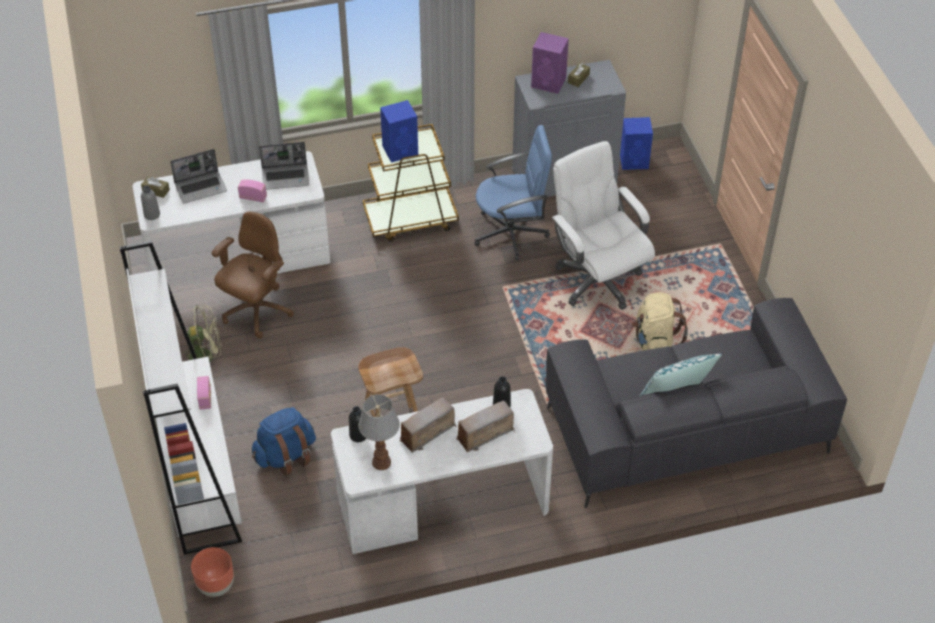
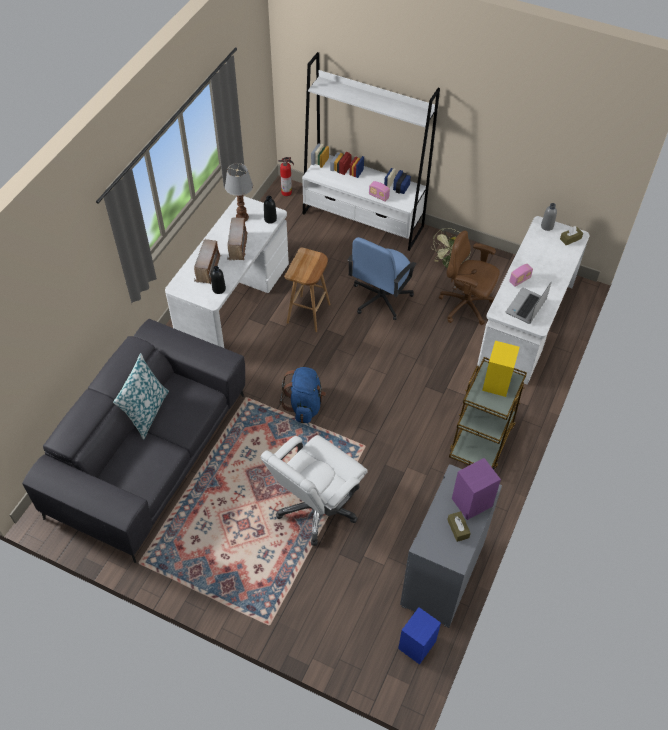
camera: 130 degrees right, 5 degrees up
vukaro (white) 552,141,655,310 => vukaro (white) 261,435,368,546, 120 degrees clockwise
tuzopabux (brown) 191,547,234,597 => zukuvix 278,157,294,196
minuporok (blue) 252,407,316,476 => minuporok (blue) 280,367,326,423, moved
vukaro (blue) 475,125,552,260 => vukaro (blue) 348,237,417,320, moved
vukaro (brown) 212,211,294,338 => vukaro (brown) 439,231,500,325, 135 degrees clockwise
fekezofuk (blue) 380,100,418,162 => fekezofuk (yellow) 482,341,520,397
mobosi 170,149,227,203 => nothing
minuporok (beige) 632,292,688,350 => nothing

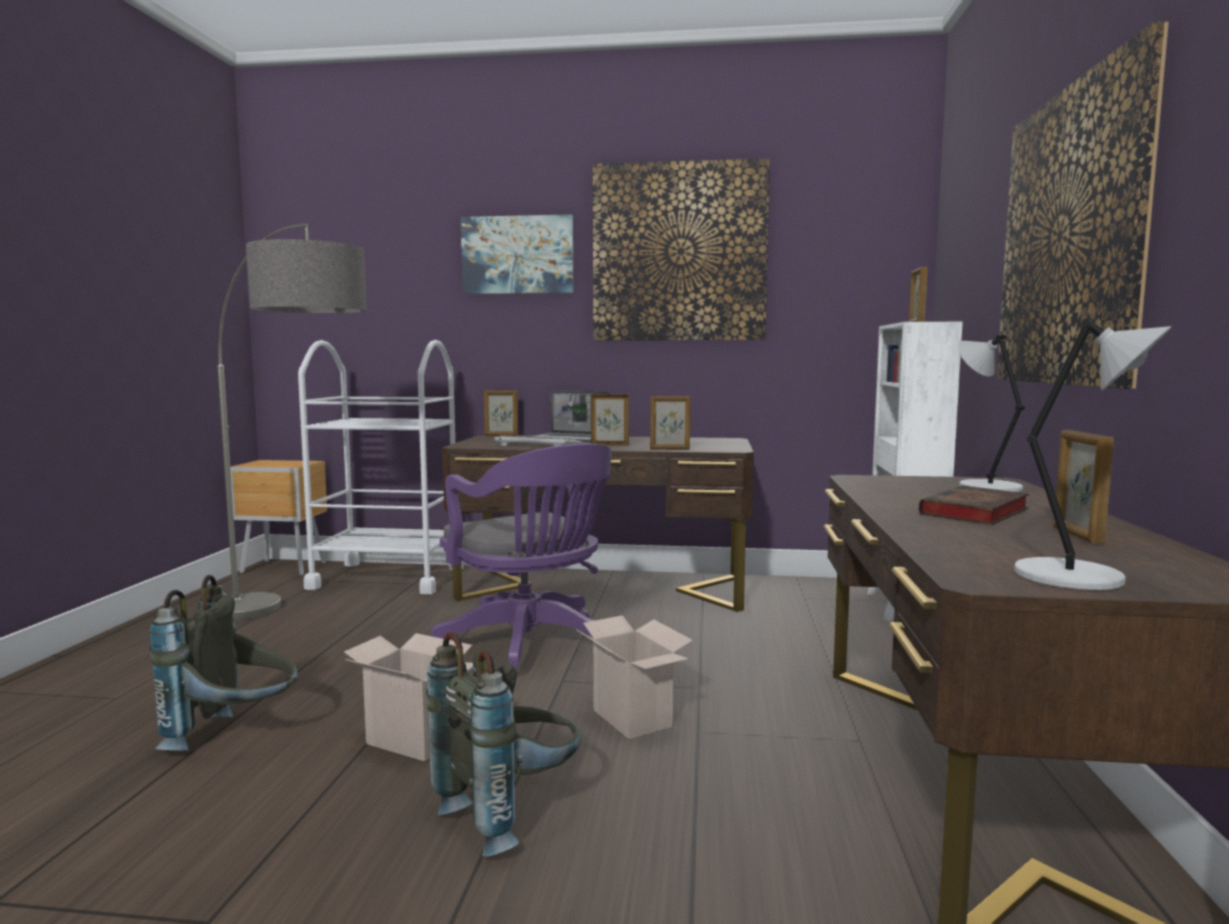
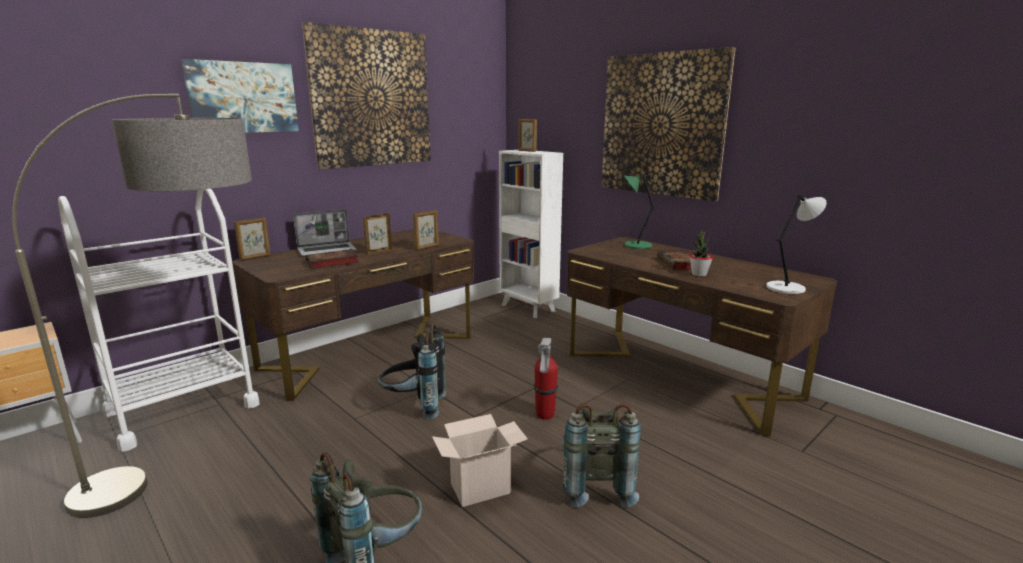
camera: 50 degrees left, 10 degrees up
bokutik 494,435,583,446 => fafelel 306,249,359,269
vukaro (purple) 431,444,612,668 => minuporok (black) 378,323,446,419
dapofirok 576,615,693,739 => zukuvix 534,338,558,420
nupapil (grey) 958,335,1025,492 => nupapil (green) 624,173,654,249
nothing => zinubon 689,230,713,277
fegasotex 1053,430,1114,544 => nothing

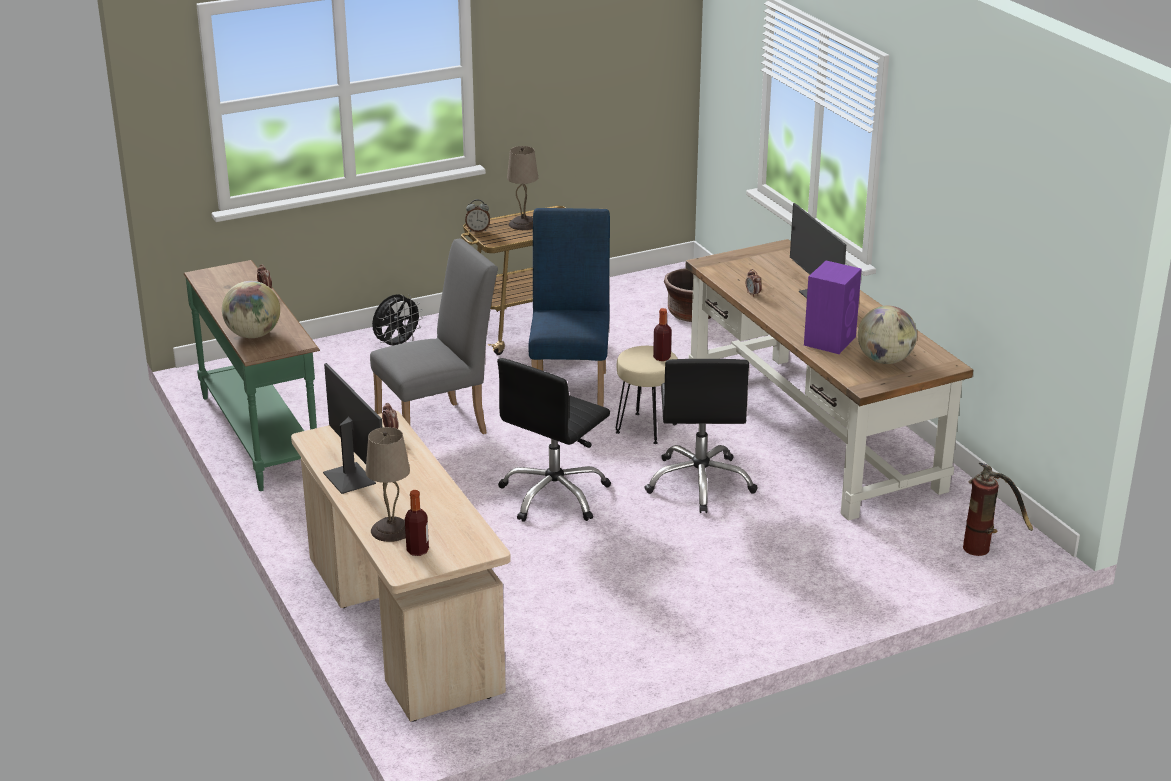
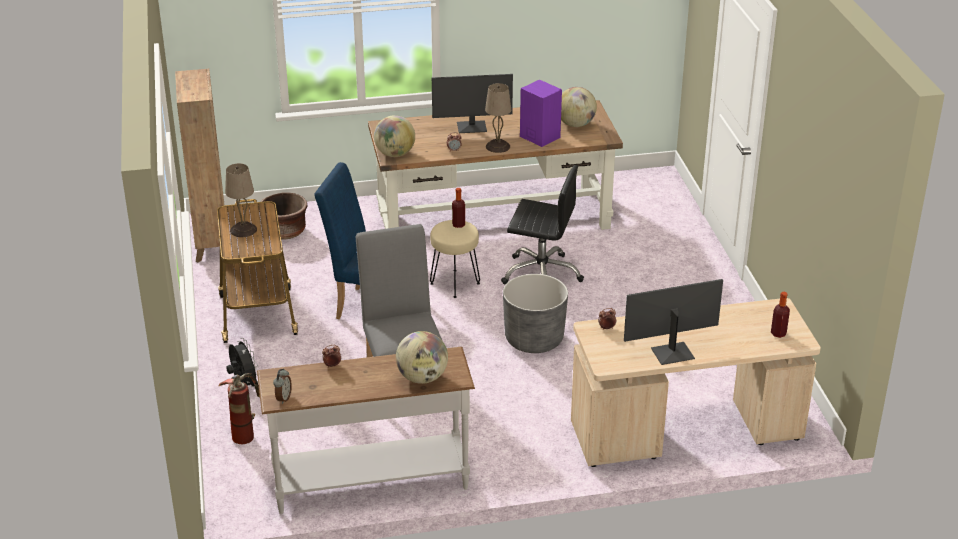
camera: 75 degrees left, 5 degrees up
nothing => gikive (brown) 175,69,225,263
zukuvix 963,463,1033,556 => zukuvix 219,373,260,444, moved
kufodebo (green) 184,260,320,491 => kufodebo (white) 257,347,475,514
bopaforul 465,199,490,232 => bopaforul 273,369,292,404, moved
nothing => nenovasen 374,115,415,157
nupapil (beige) 366,427,410,542 => nupapil (beige) 485,83,511,153, moved
vukaro (black) 497,358,611,522 => tuzopabux (grey) 503,274,568,353

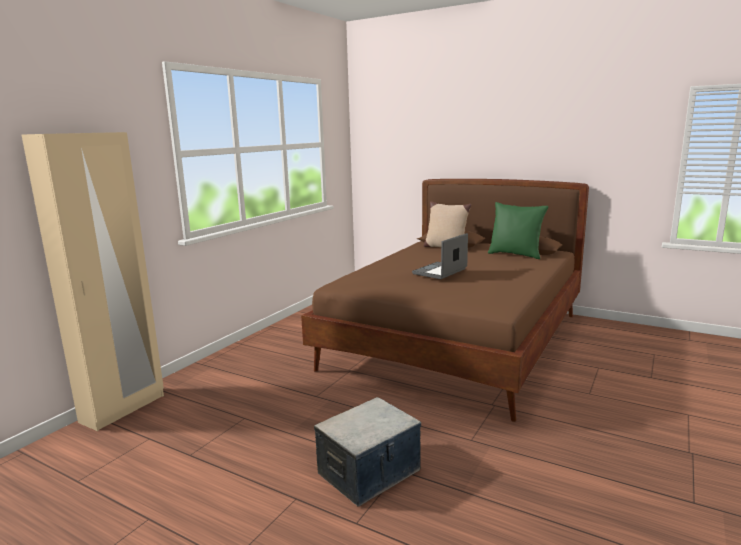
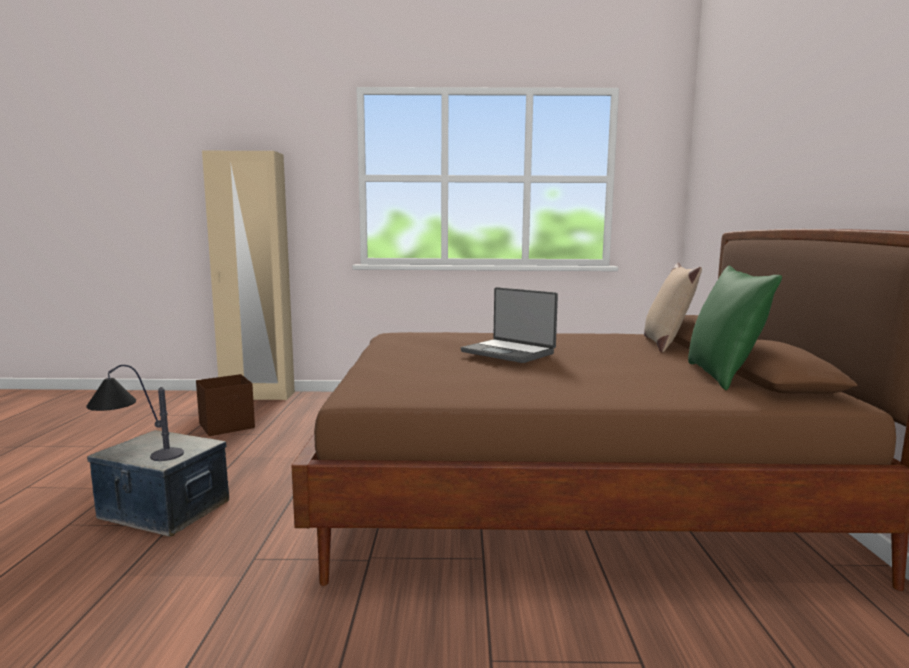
camera: 60 degrees right, 5 degrees down
nothing => nupapil 86,365,184,461
nothing => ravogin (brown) 196,374,255,436
mobosi 412,233,468,279 => mobosi 461,287,558,363, 150 degrees counterclockwise

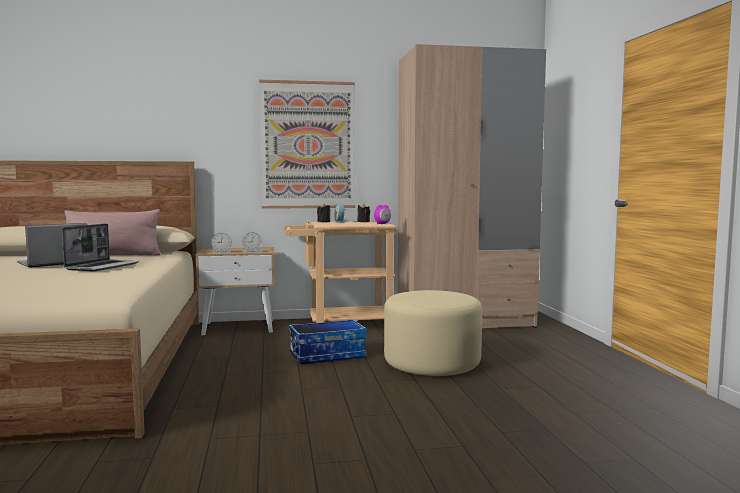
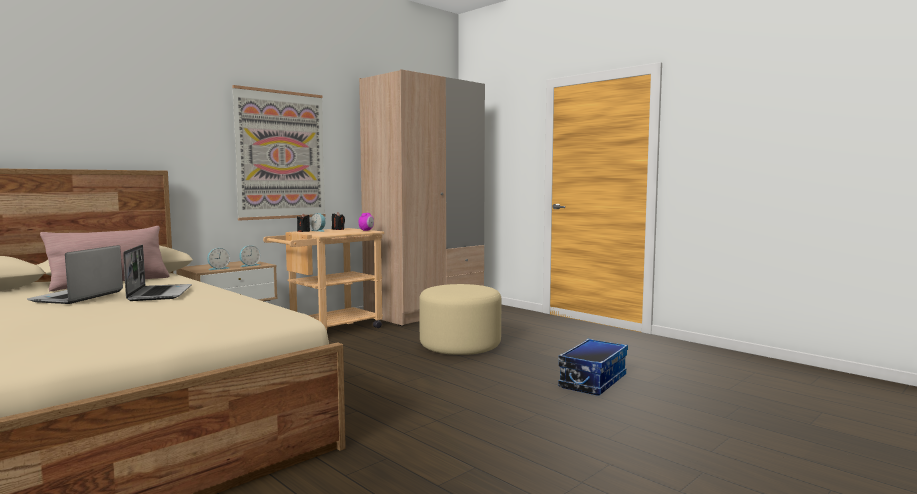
camera: 35 degrees left, 0 degrees up
ravogin 289,319,367,364 => ravogin 558,339,628,396, moved

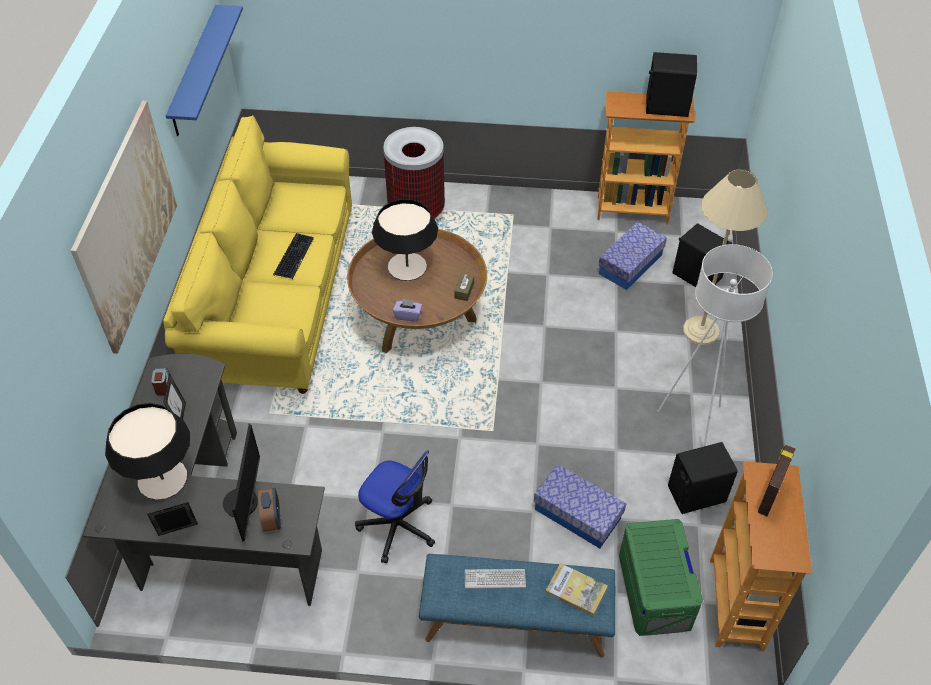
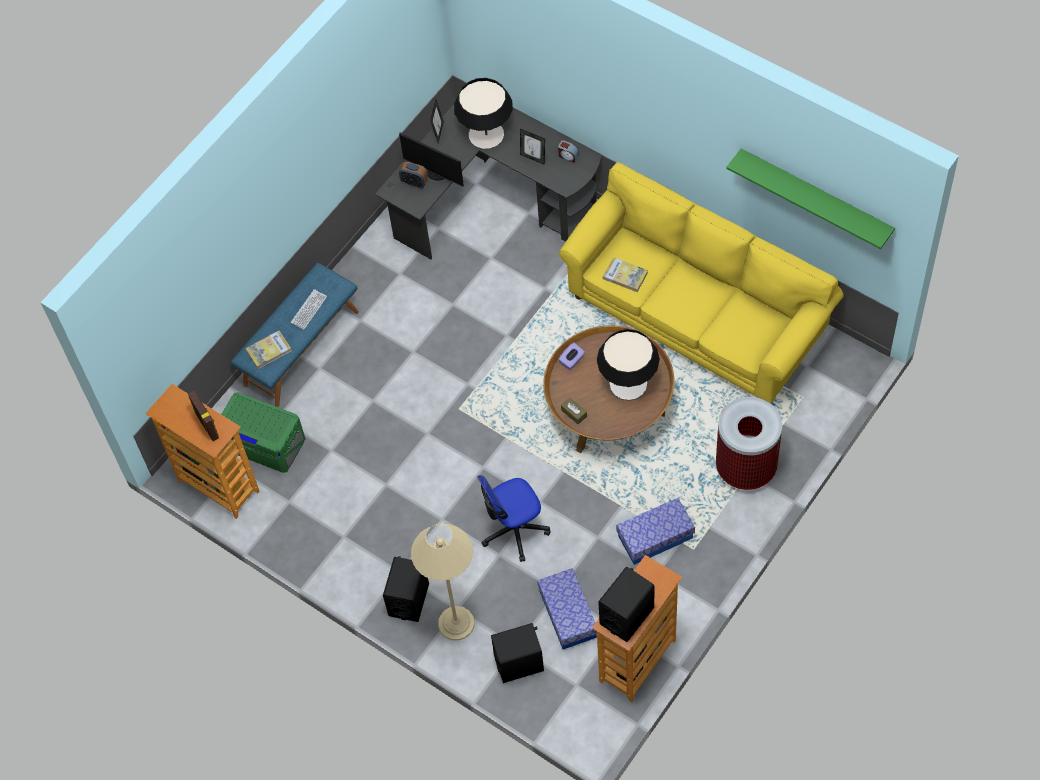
camera: 125 degrees right, 10 degrees up
fekezofuk (black) 668,442,738,514 => fekezofuk (black) 383,556,429,622, moved
vukaro 355,450,435,564 => vukaro 478,475,551,562, moved
nothing => fafelel 603,257,648,292
ravogin 534,464,626,548 => ravogin 616,498,695,565, moved
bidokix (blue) 166,5,243,136 => bidokix (green) 726,148,895,249
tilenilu 71,101,177,354 => nothing
bokutik 273,233,314,279 => nothing
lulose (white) 658,244,773,447 => nothing

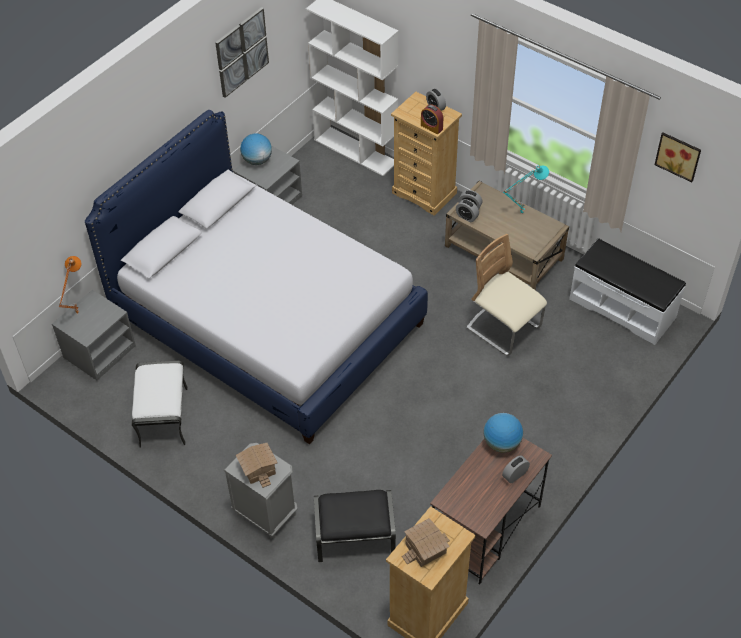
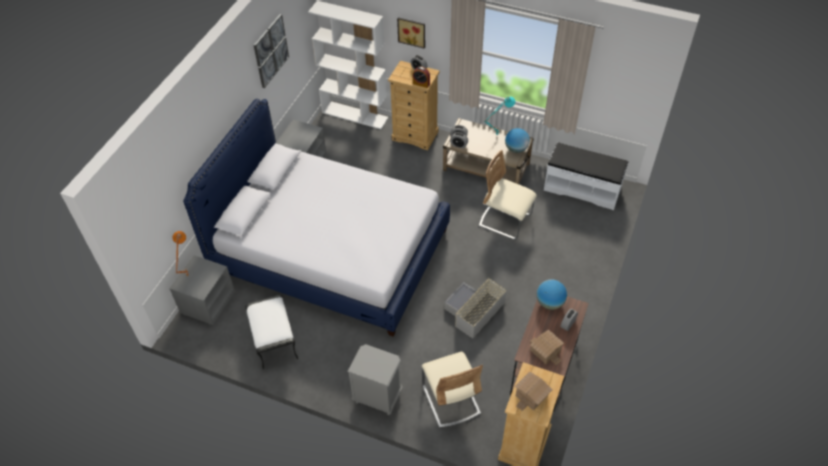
camera: 15 degrees left, 0 degrees up
tilenilu 655,133,701,182 => tilenilu 397,17,425,49, moved
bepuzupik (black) 314,490,396,563 => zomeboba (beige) 422,352,483,428
nothing => ravogin (grey) 444,278,507,338
nenovasen 240,133,272,165 => nenovasen 505,128,530,153, moved
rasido 236,443,278,488 => rasido 530,330,564,365, moved

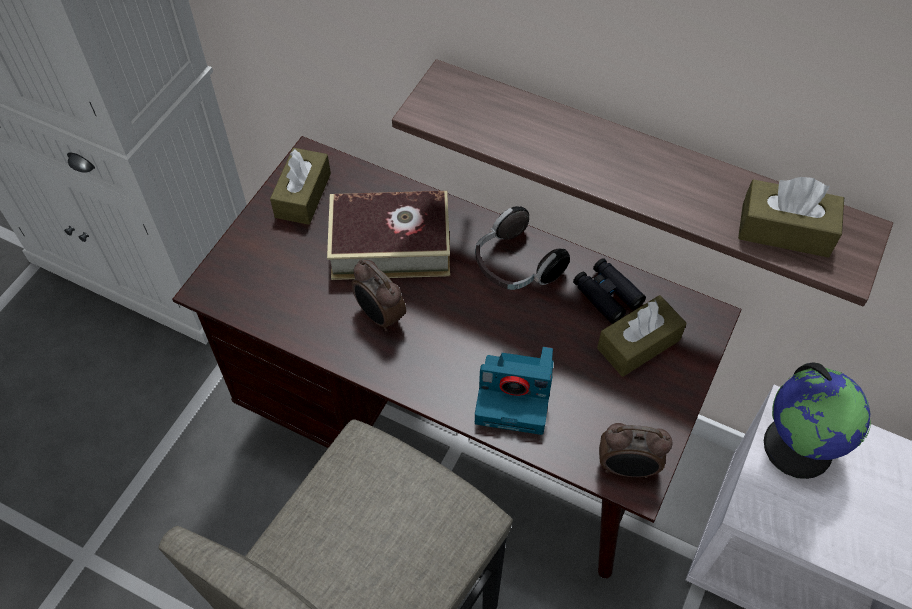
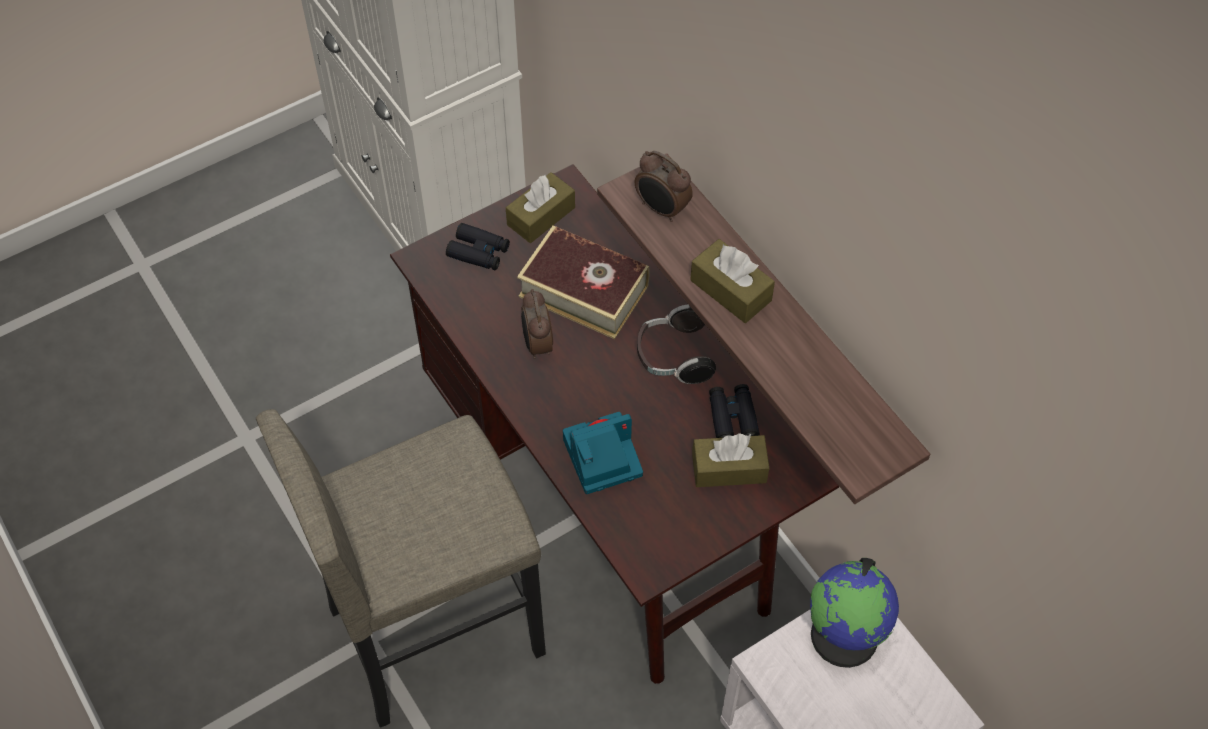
camera: 30 degrees right, 0 degrees up
nothing => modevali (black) 446,223,510,270
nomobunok 475,347,553,435 => nomobunok 563,412,643,494, 120 degrees clockwise
bopaforul 599,423,672,478 => bopaforul 635,151,693,222, moved
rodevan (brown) 738,177,844,258 => rodevan (brown) 690,239,775,323, moved

